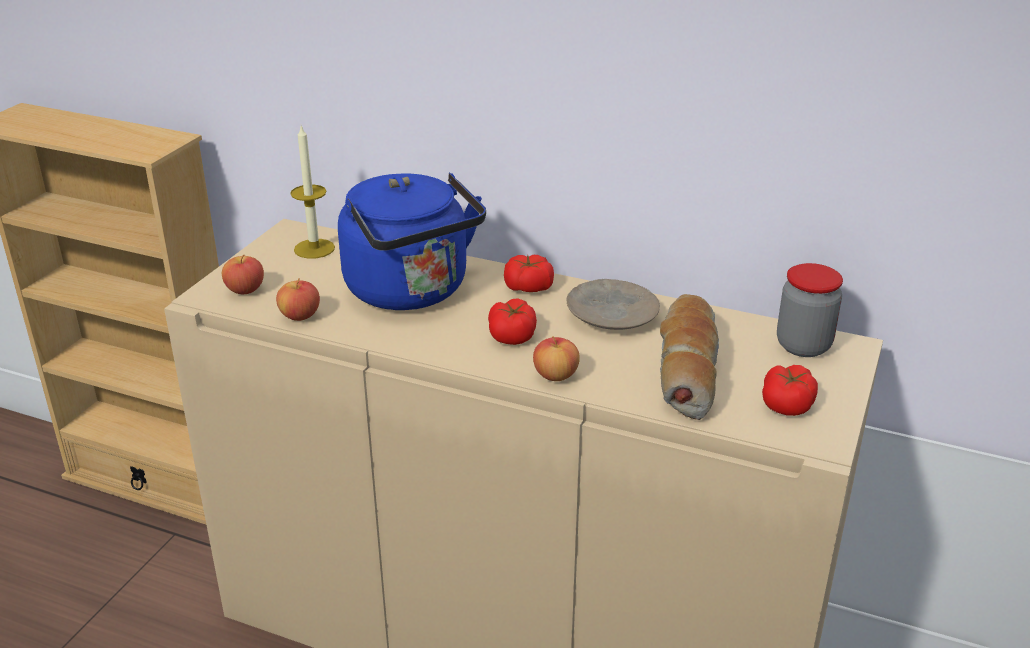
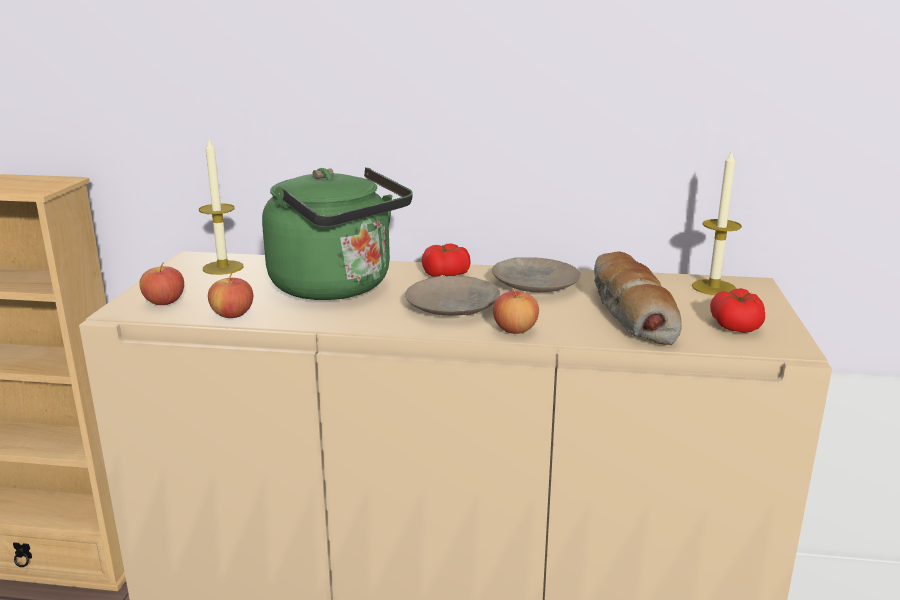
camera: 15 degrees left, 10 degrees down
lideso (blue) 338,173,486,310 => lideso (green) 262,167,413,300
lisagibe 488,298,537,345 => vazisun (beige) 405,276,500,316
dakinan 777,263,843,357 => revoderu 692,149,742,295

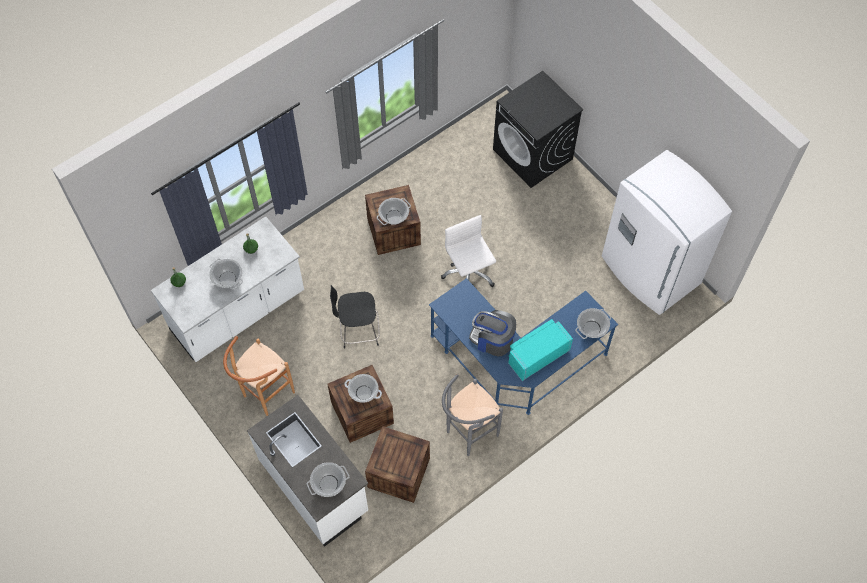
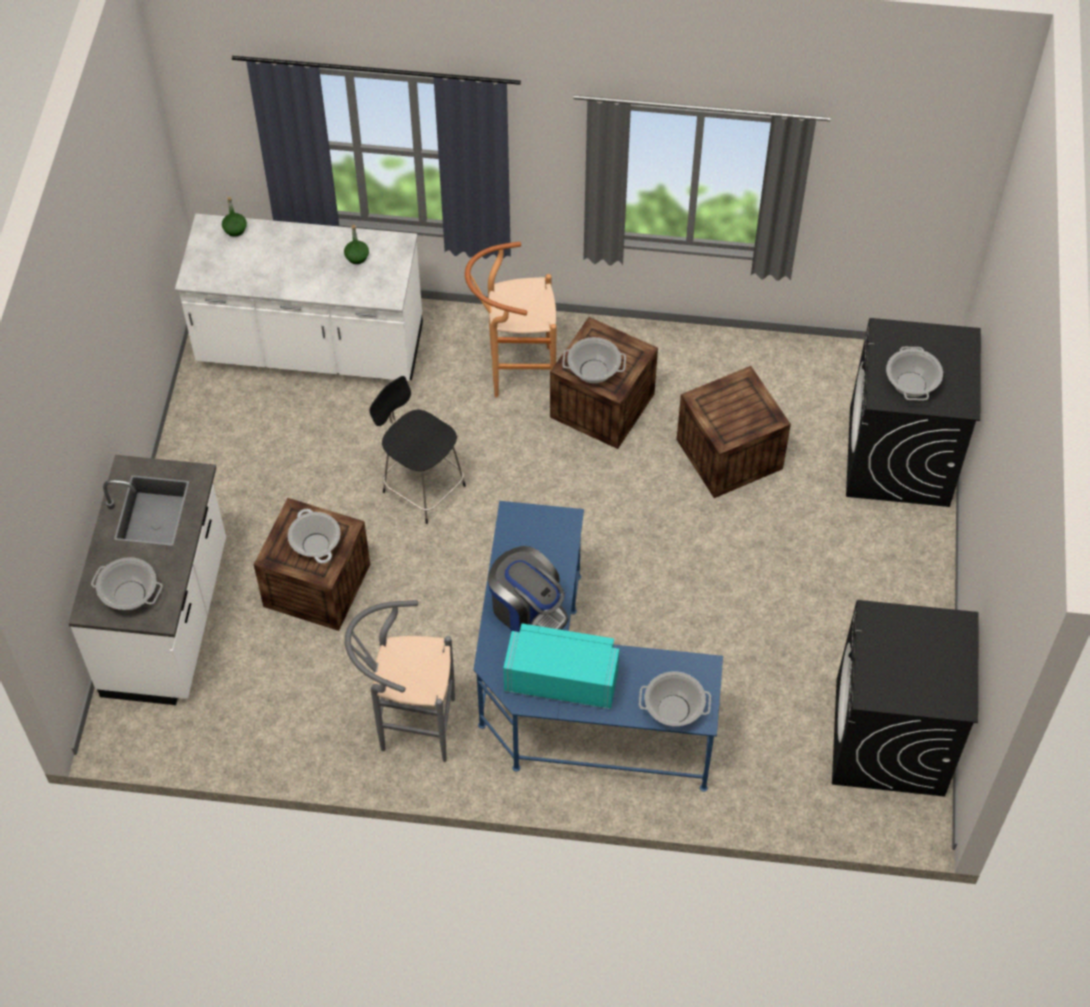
camera: 45 degrees right, 5 degrees down
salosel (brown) 223,336,295,416 => salosel (brown) 465,242,557,397, moved
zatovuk 469,310,516,356 => zatovuk 488,546,569,632, 150 degrees clockwise
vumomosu 365,426,430,503 => vumomosu 677,366,791,498, moved
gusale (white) 602,150,732,315 => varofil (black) 832,600,979,797
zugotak 209,259,243,290 => zugotak 886,347,943,400, moved
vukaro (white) 441,215,496,287 => nothing

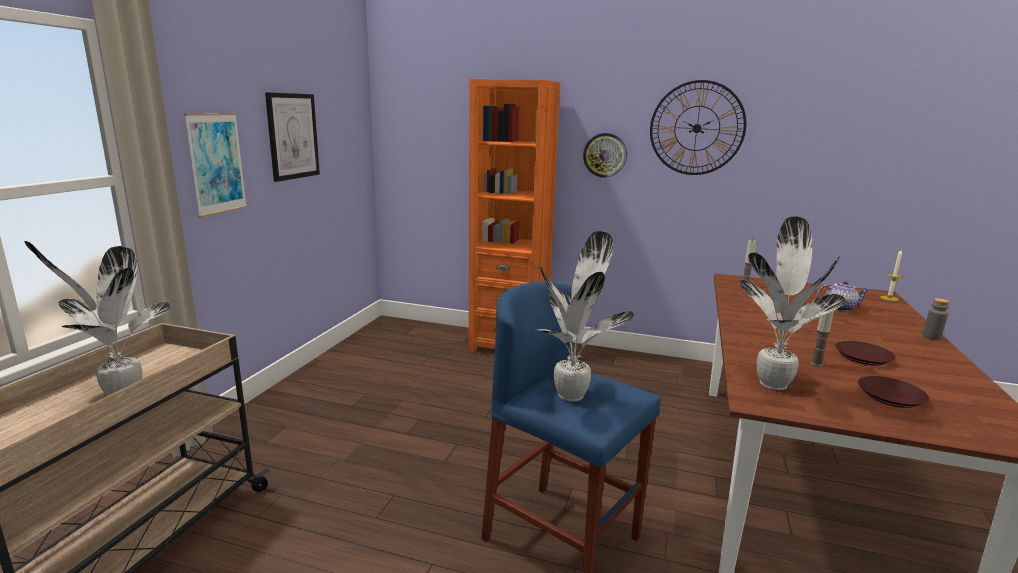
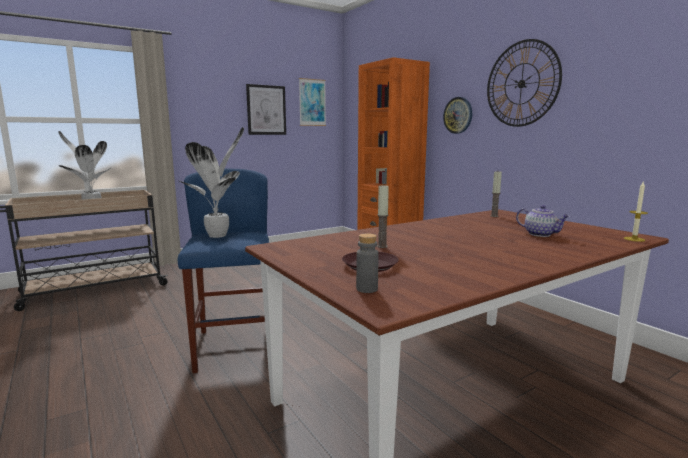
camera: 40 degrees right, 5 degrees down
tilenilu 184,113,247,218 => tilenilu 299,78,326,126, moved
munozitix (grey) 923,298,949,340 => munozitix (grey) 356,233,379,293, moved
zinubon 739,216,846,390 => nothing
vazisun (brown) 835,341,896,366 => nothing

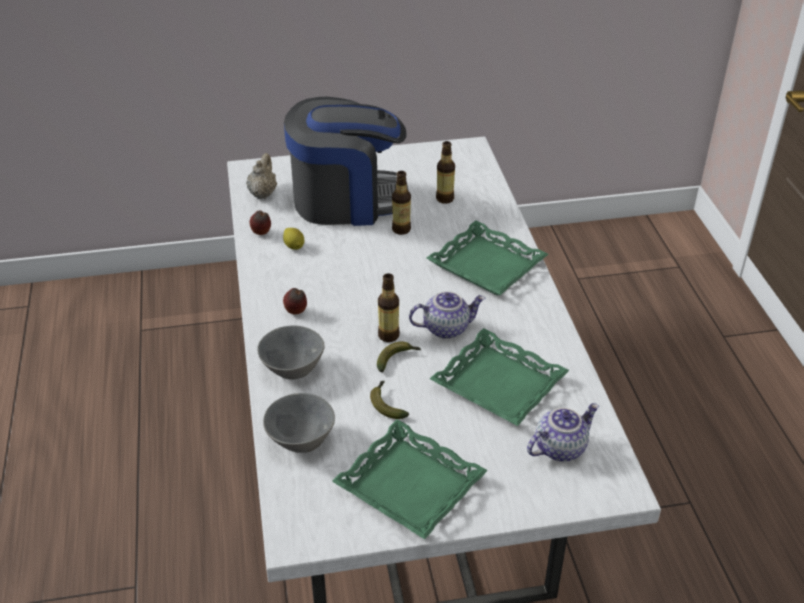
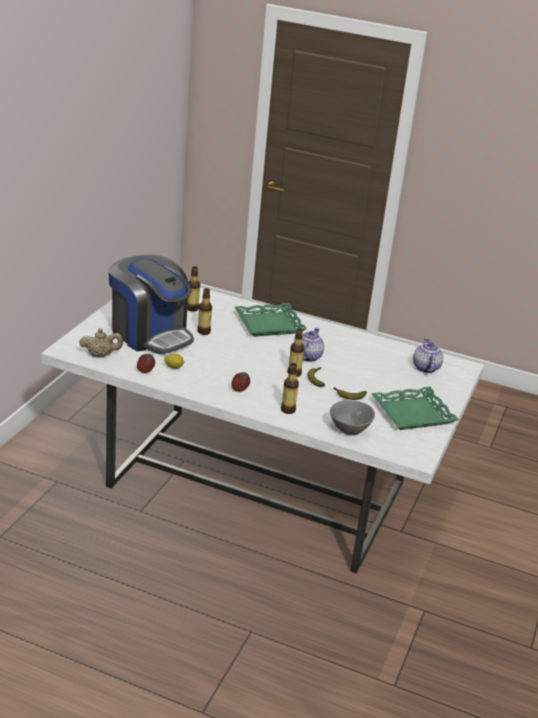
camera: 60 degrees left, 10 degrees down
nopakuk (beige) 246,153,277,199 => nopakuk (beige) 79,328,123,357, 135 degrees clockwise
zatovuk 284,97,408,226 => zatovuk 108,255,194,354, 105 degrees clockwise
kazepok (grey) 257,325,325,379 => munozitix 281,363,299,414
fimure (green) 430,328,569,426 => nothing

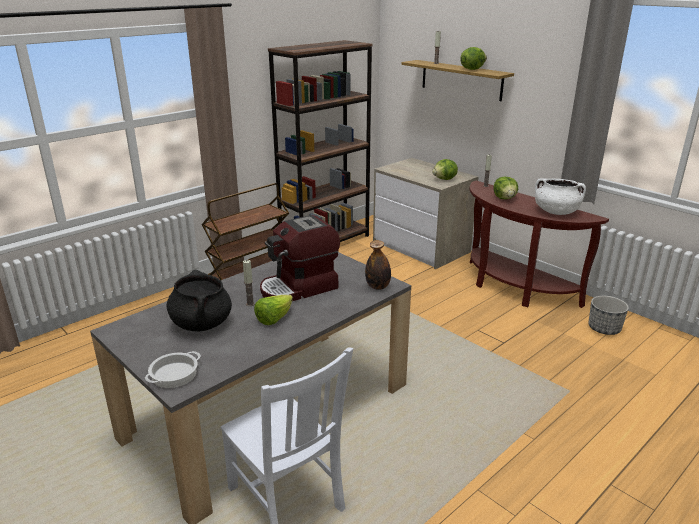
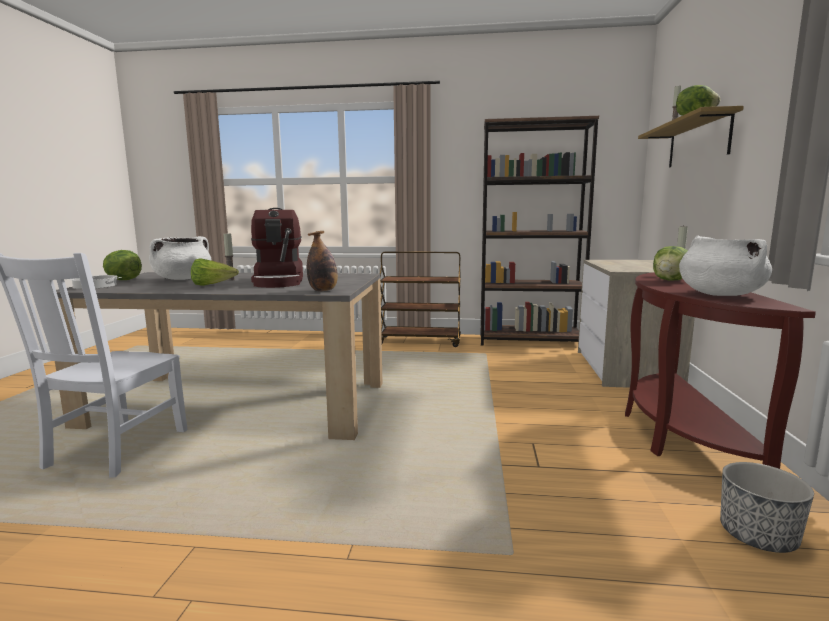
camera: 50 degrees right, 15 degrees down
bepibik 432,159,458,180 => bepibik 103,250,142,280, moved
zugotak (black) 166,270,232,331 => zugotak (white) 149,236,211,280
zatovuk 260,215,340,301 => zatovuk 251,208,303,288, 120 degrees counterclockwise

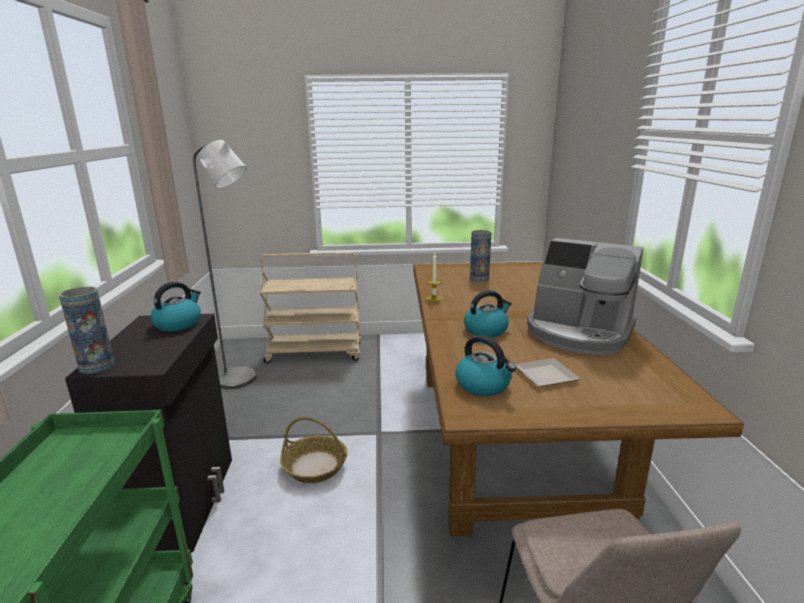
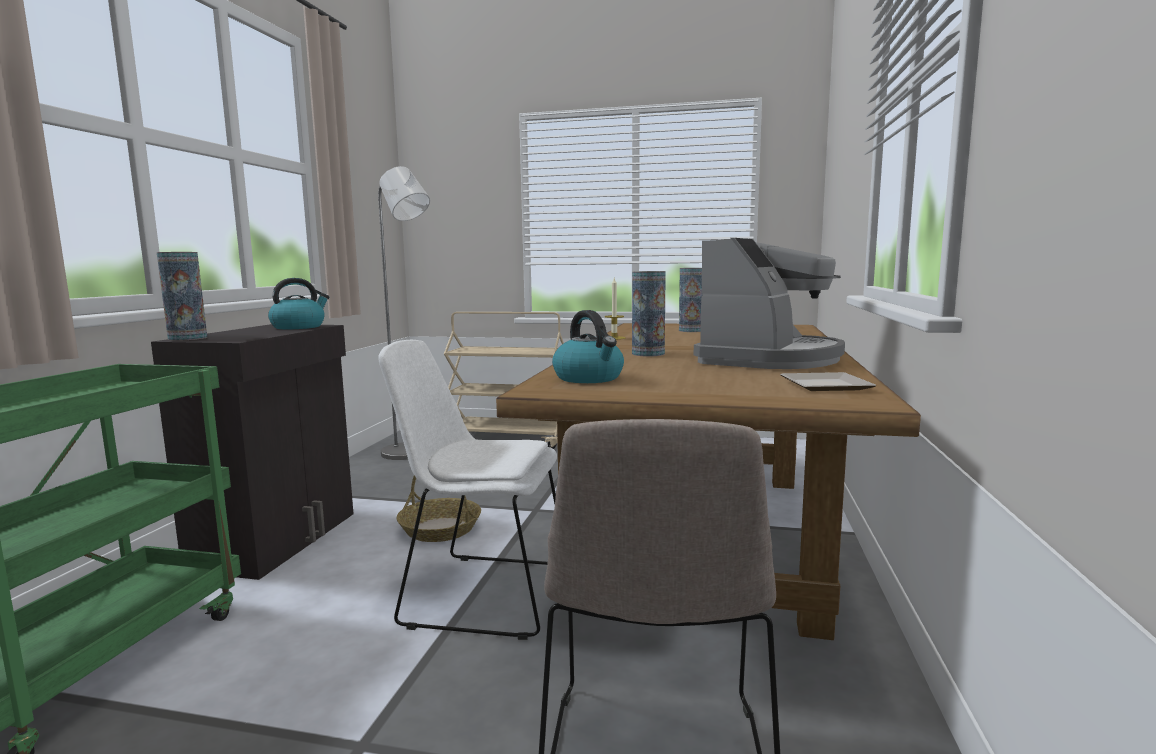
camera: 15 degrees right, 10 degrees down
nothing => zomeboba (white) 378,340,557,640
lideso 464,290,512,337 => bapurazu 632,271,666,357
zatovuk 527,238,644,355 => zatovuk 694,238,845,369, 105 degrees counterclockwise
vazisun 515,358,581,387 => vazisun 780,372,877,391, moved

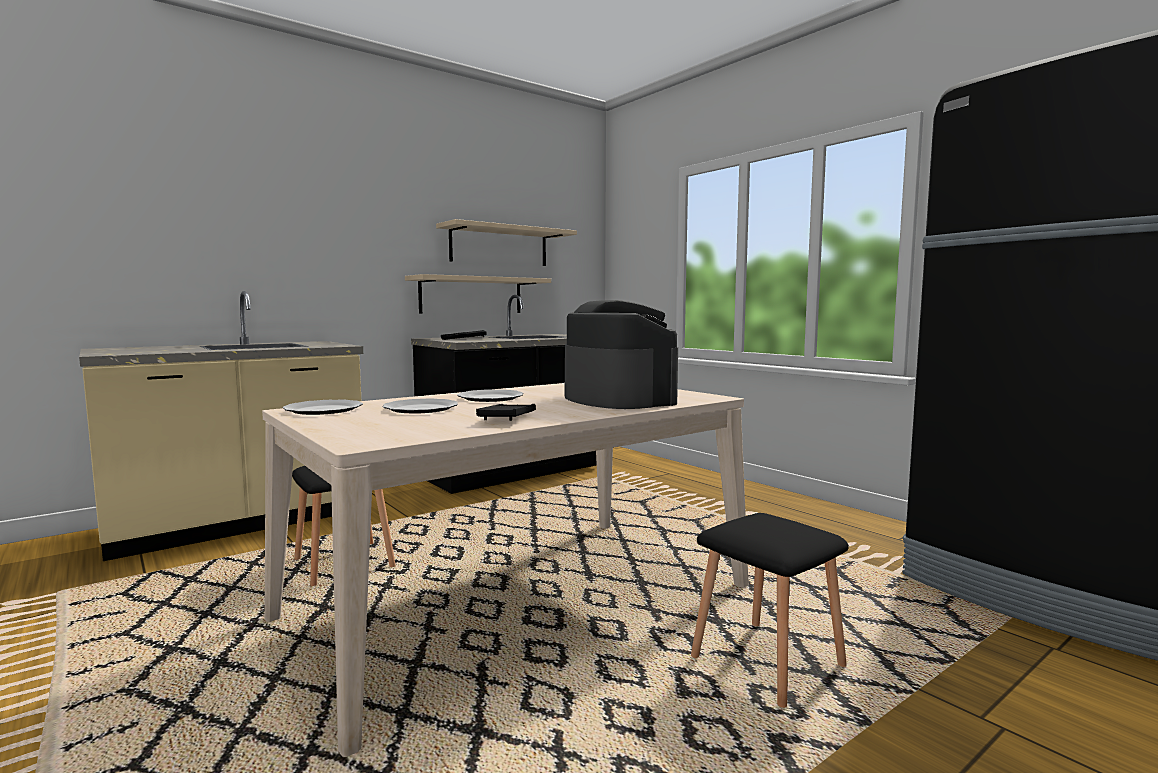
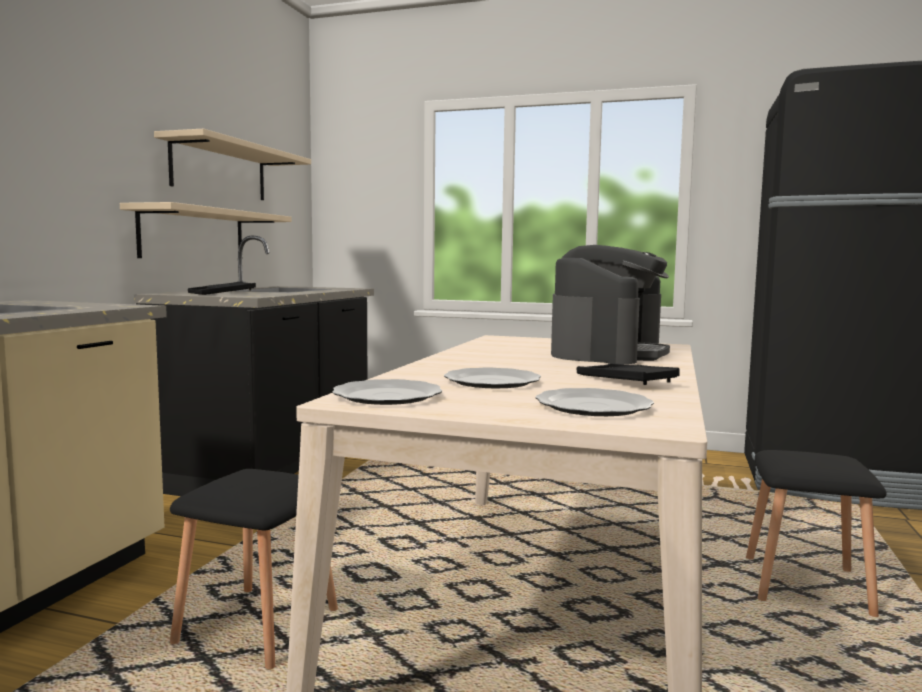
camera: 35 degrees left, 0 degrees up
vazisun 457,389,524,402 => vazisun 535,388,654,416, moved
zatovuk 565,300,678,409 => zatovuk 551,245,670,364, 90 degrees clockwise

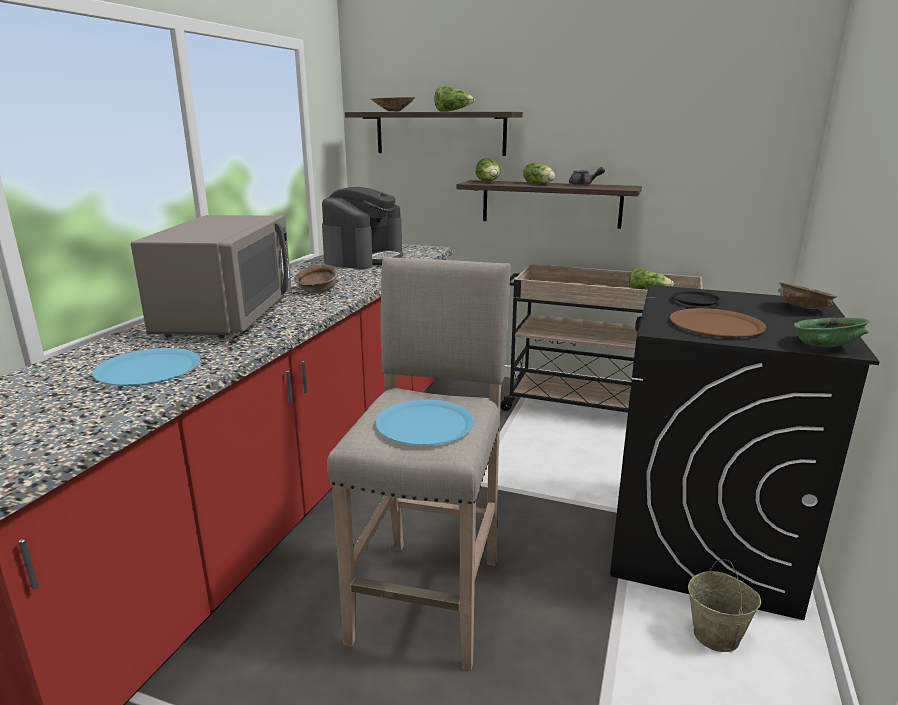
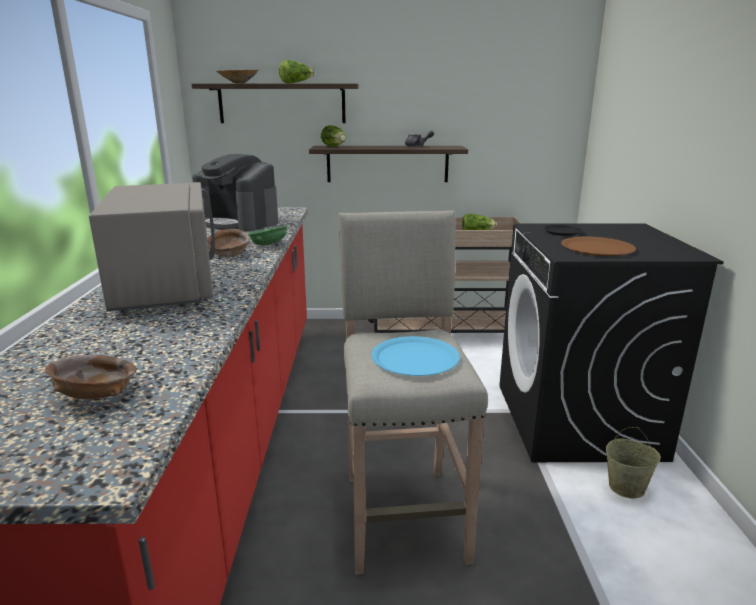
camera: 20 degrees left, 0 degrees up
kazepok (brown) 778,282,837,309 => kazepok (brown) 45,355,136,399, moved
zatovuk 322,187,403,269 => zatovuk 192,154,278,231, 120 degrees clockwise
kazepok (green) 794,318,869,347 => kazepok (green) 248,225,288,245, moved
vazisun (blue) 93,348,200,386 => nothing
bepibik 523,163,555,184 => nothing

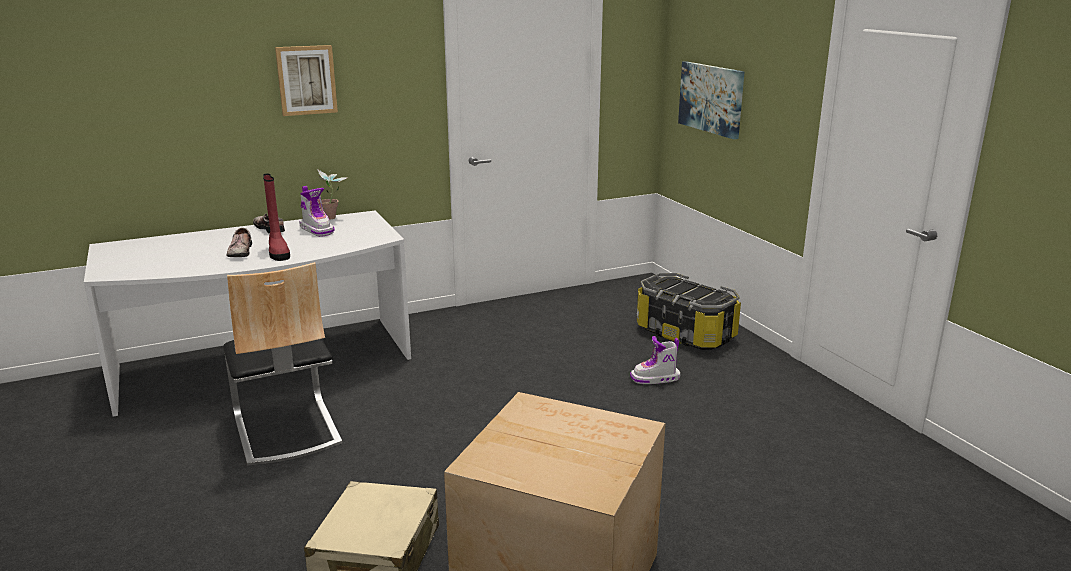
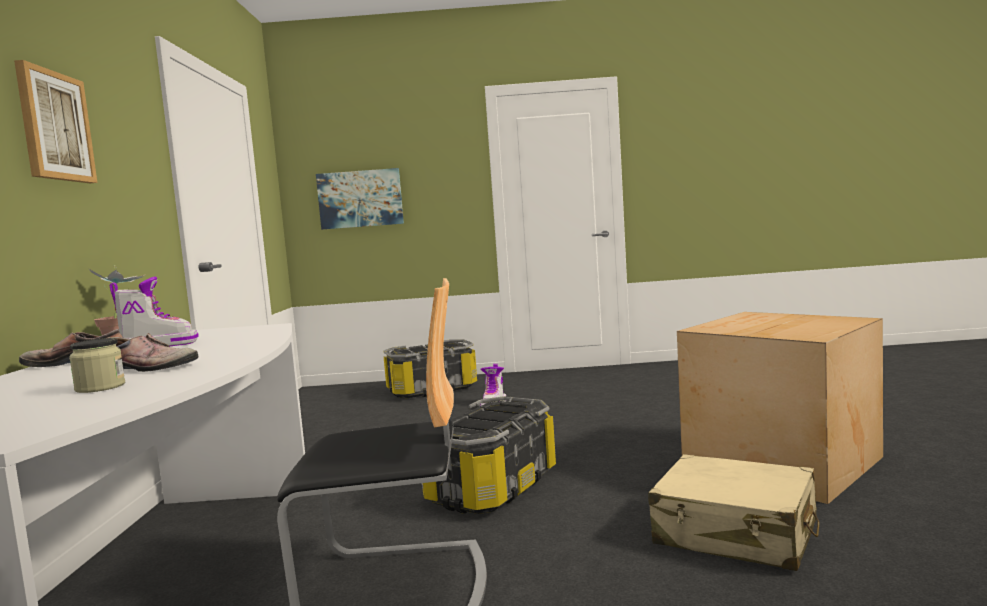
camera: 65 degrees left, 15 degrees down
nothing => dakinan 69,338,125,393
nothing => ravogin 422,396,556,514
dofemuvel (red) 263,174,290,261 => nothing

